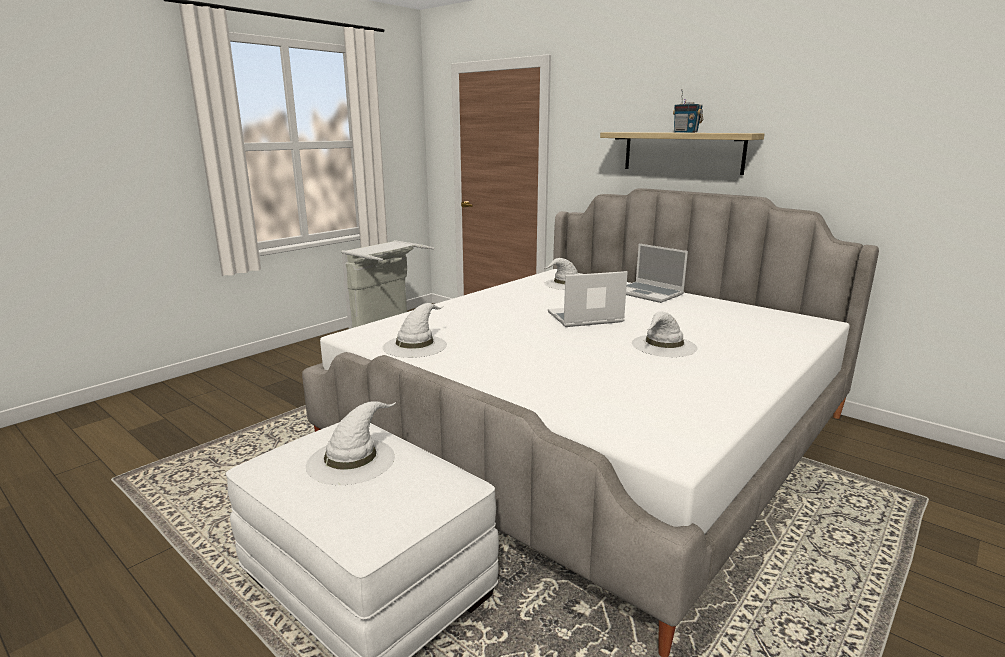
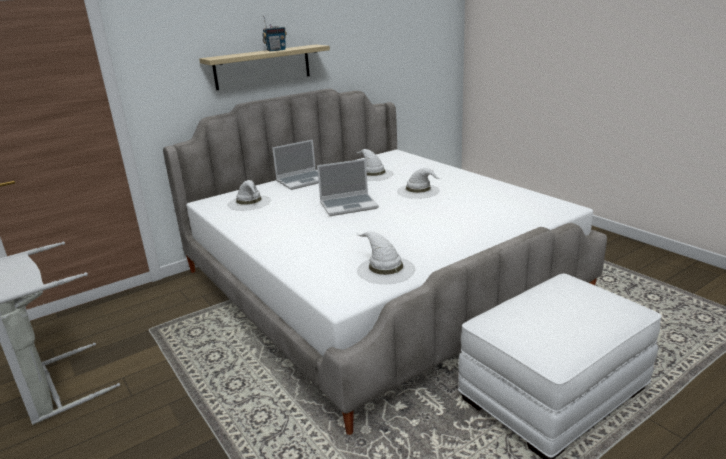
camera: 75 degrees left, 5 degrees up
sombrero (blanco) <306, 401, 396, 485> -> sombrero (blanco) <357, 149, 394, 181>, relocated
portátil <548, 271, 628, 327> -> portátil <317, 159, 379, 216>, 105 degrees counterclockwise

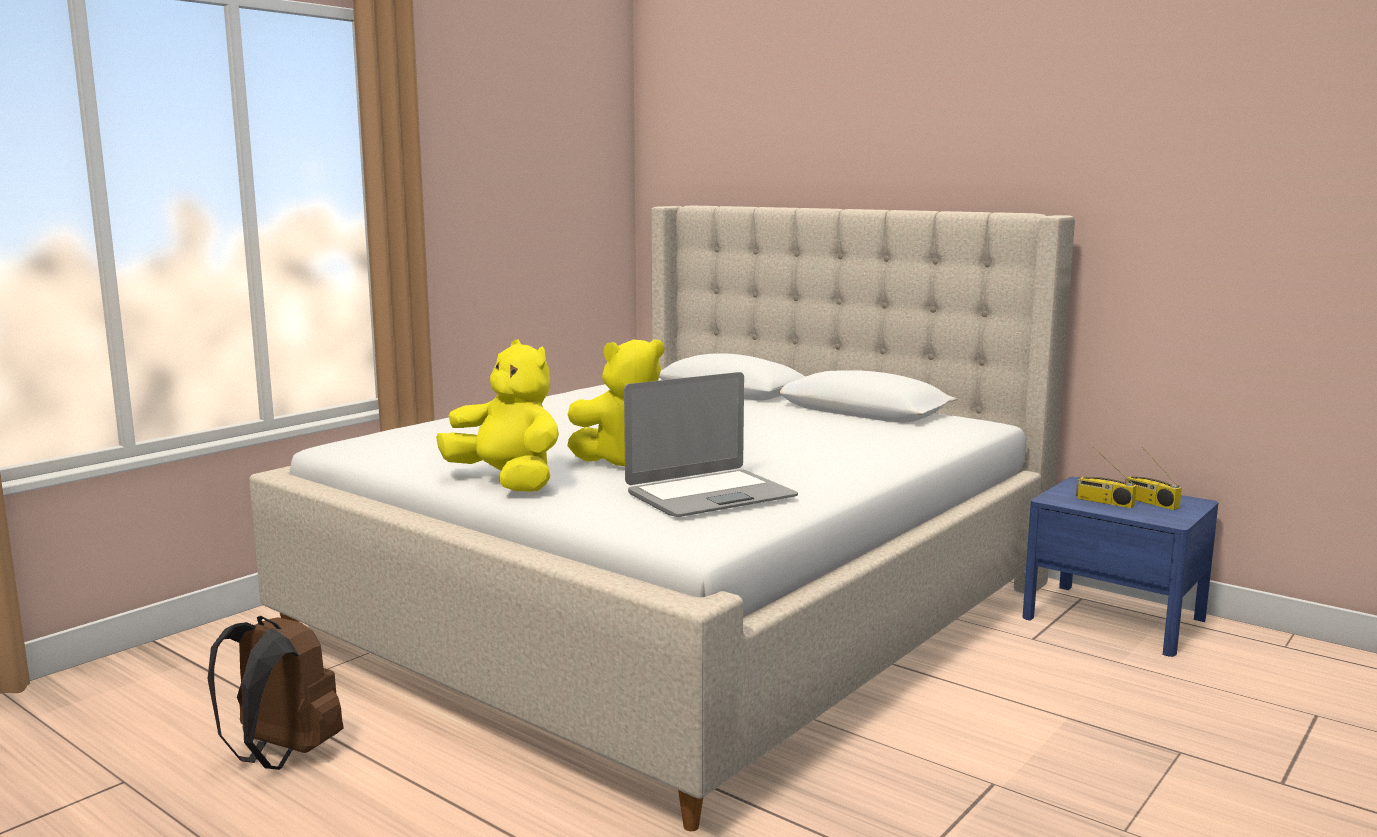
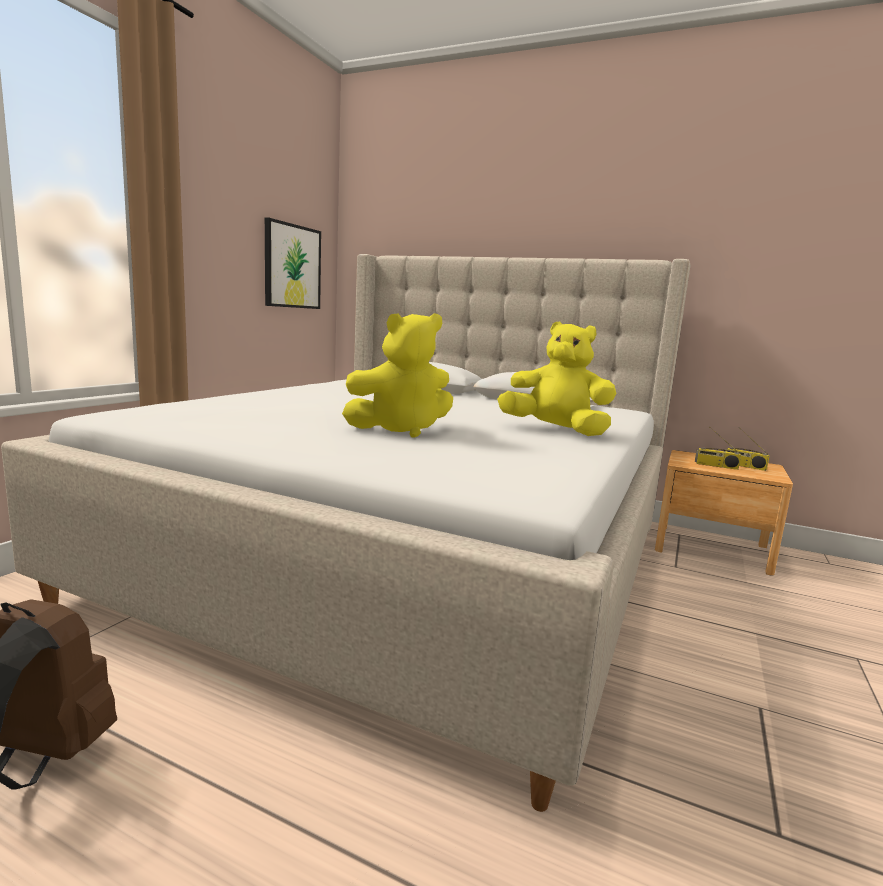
camera: 15 degrees left, 0 degrees up
peluche (amarillo) <436, 340, 559, 492> -> peluche (amarillo) <497, 321, 617, 436>, relocated
portátil <624, 372, 798, 517> -> none
mesita de noche (azul) <1022, 477, 1218, 657> -> mesita de noche (marrón) <655, 450, 793, 576>
none -> cuadro <265, 218, 321, 309>

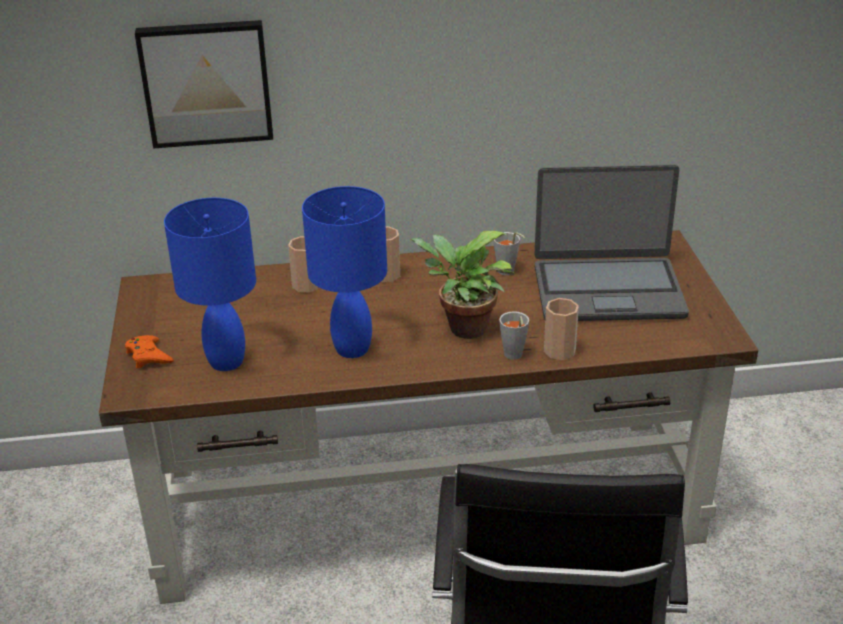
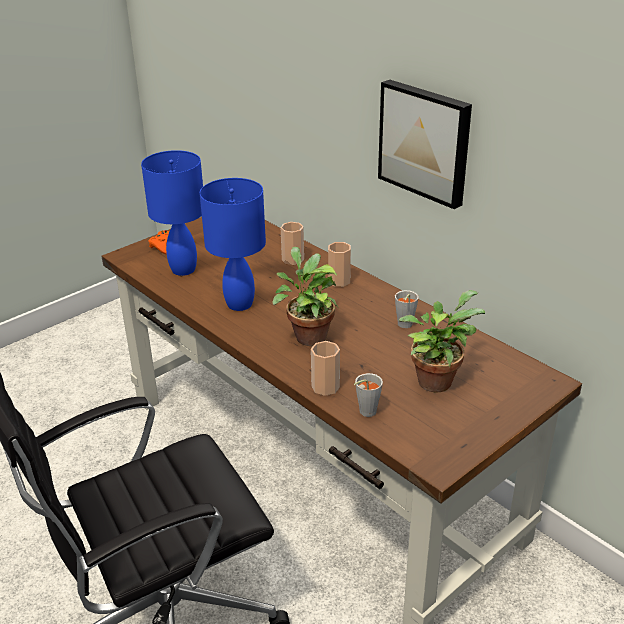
camera: 55 degrees right, 0 degrees up
cuadro <135, 20, 273, 148> -> cuadro <378, 79, 472, 209>, relocated
taza (gris) <499, 311, 529, 360> -> taza (gris) <354, 373, 383, 417>, relocated
portátil <534, 165, 689, 321> -> planta en maceta <399, 290, 485, 392>

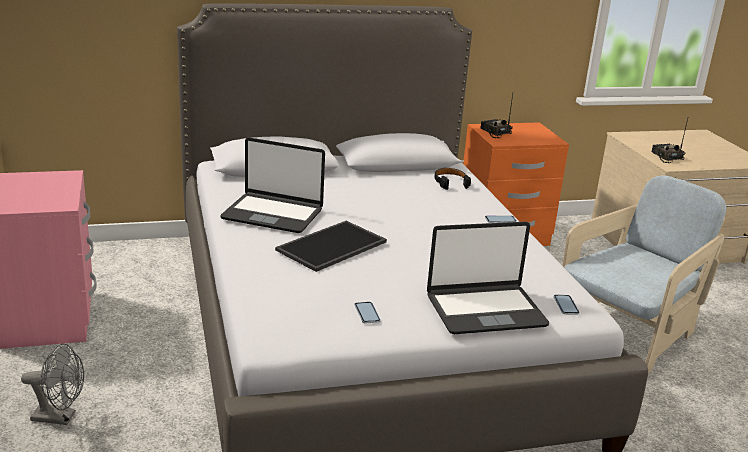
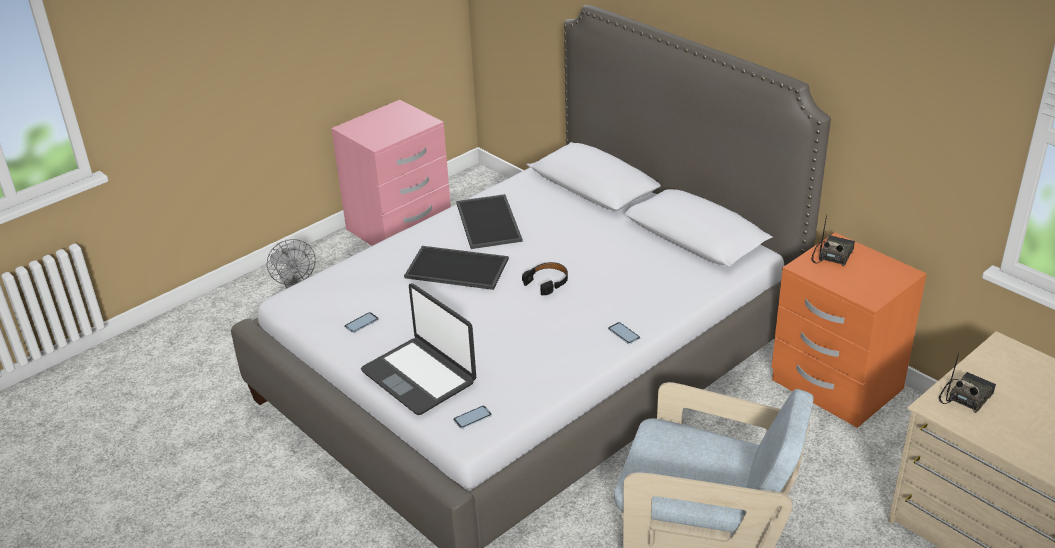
camera: 65 degrees right, 10 degrees up
portátil <220, 138, 325, 233> -> bandeja <456, 194, 523, 249>
auriculares (negro) <434, 168, 471, 190> -> auriculares (negro) <522, 262, 568, 296>, relocated

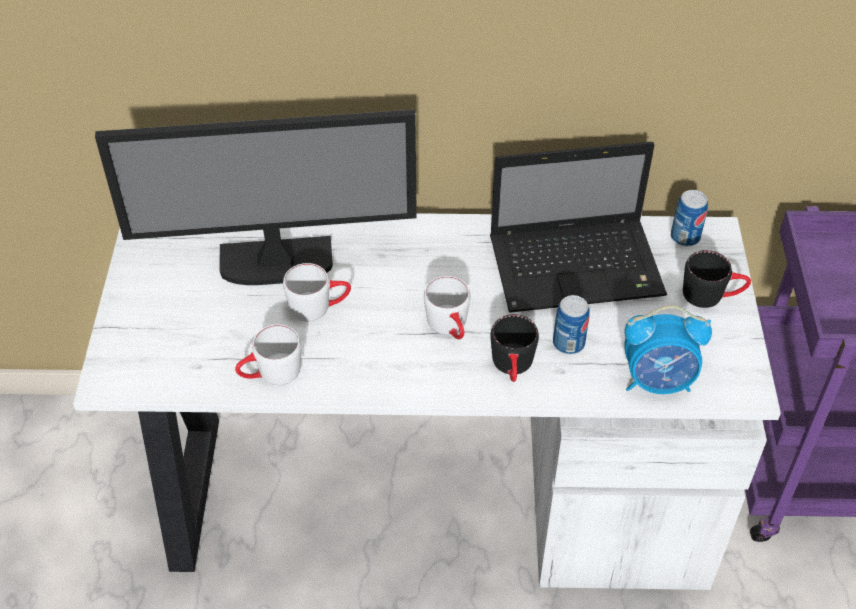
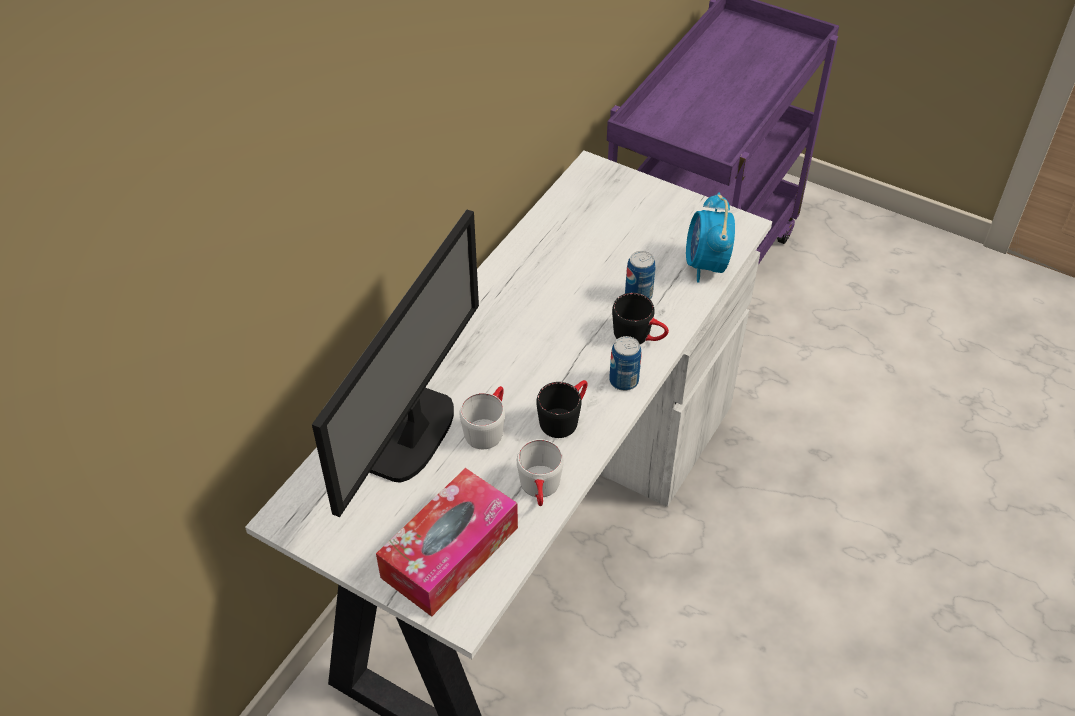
camera: 60 degrees left, 0 degrees up
taza grande (blanco) <424, 276, 471, 339> -> none
portátil <490, 142, 667, 313> -> none
despertador <624, 305, 712, 394> -> despertador <686, 193, 735, 282>, 150 degrees clockwise
lata <671, 190, 708, 246> -> lata <609, 336, 641, 391>, relocated
taza grande (negro) <683, 250, 751, 308> -> taza grande (negro) <536, 380, 588, 438>, relocated
none -> caja de pañuelos <376, 468, 518, 617>

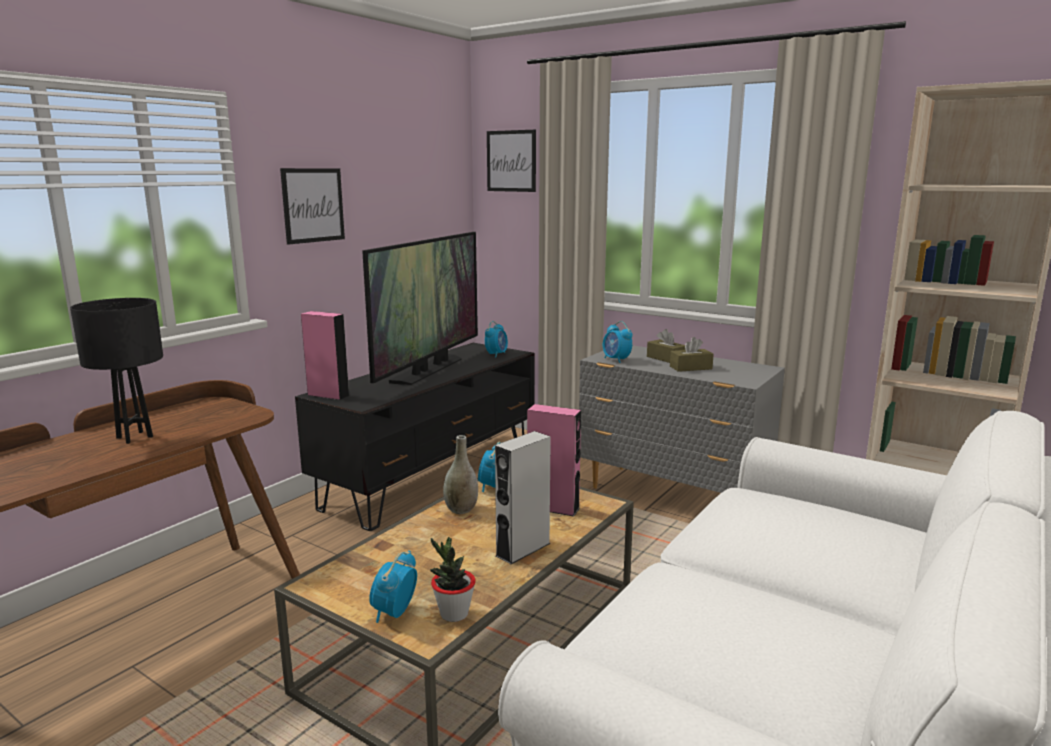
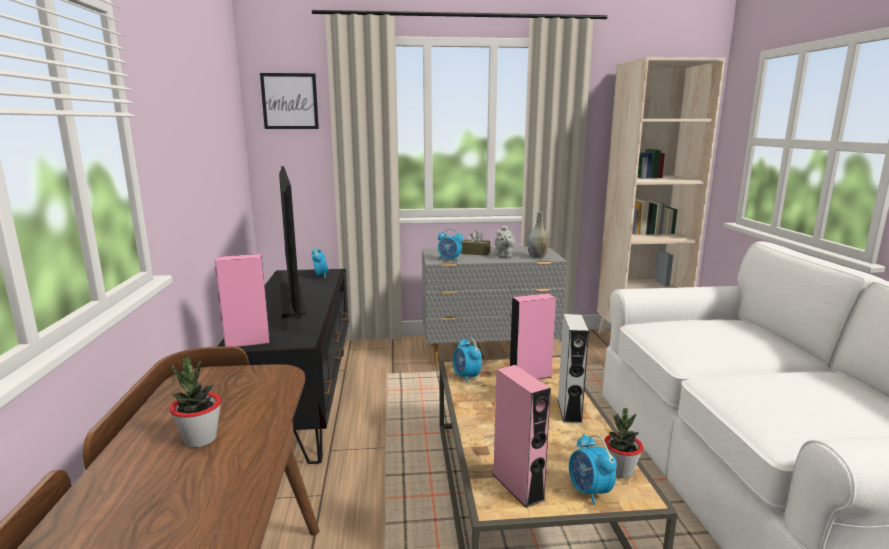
camera: 40 degrees left, 0 degrees up
lámpara de mesa (negro) <70, 298, 163, 444> -> planta en maceta <170, 357, 221, 448>
cuadro <280, 168, 345, 245> -> none
florero (gris) <443, 435, 478, 514> -> florero (gris) <528, 212, 548, 258>, relocated
caja de pañuelos (marrón) <670, 337, 714, 372> -> tetera (gris) <494, 225, 516, 258>
none -> altavoz (rosa) <492, 365, 551, 508>

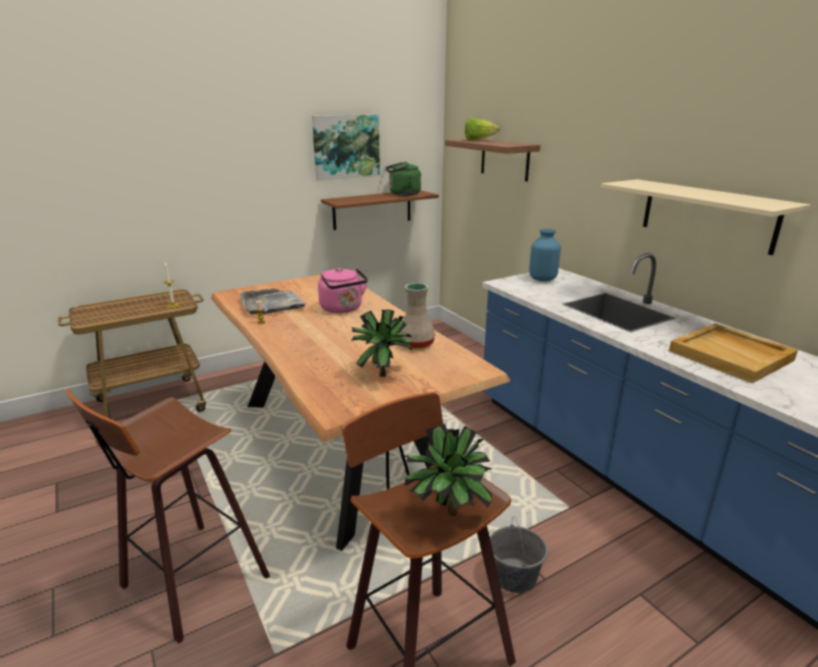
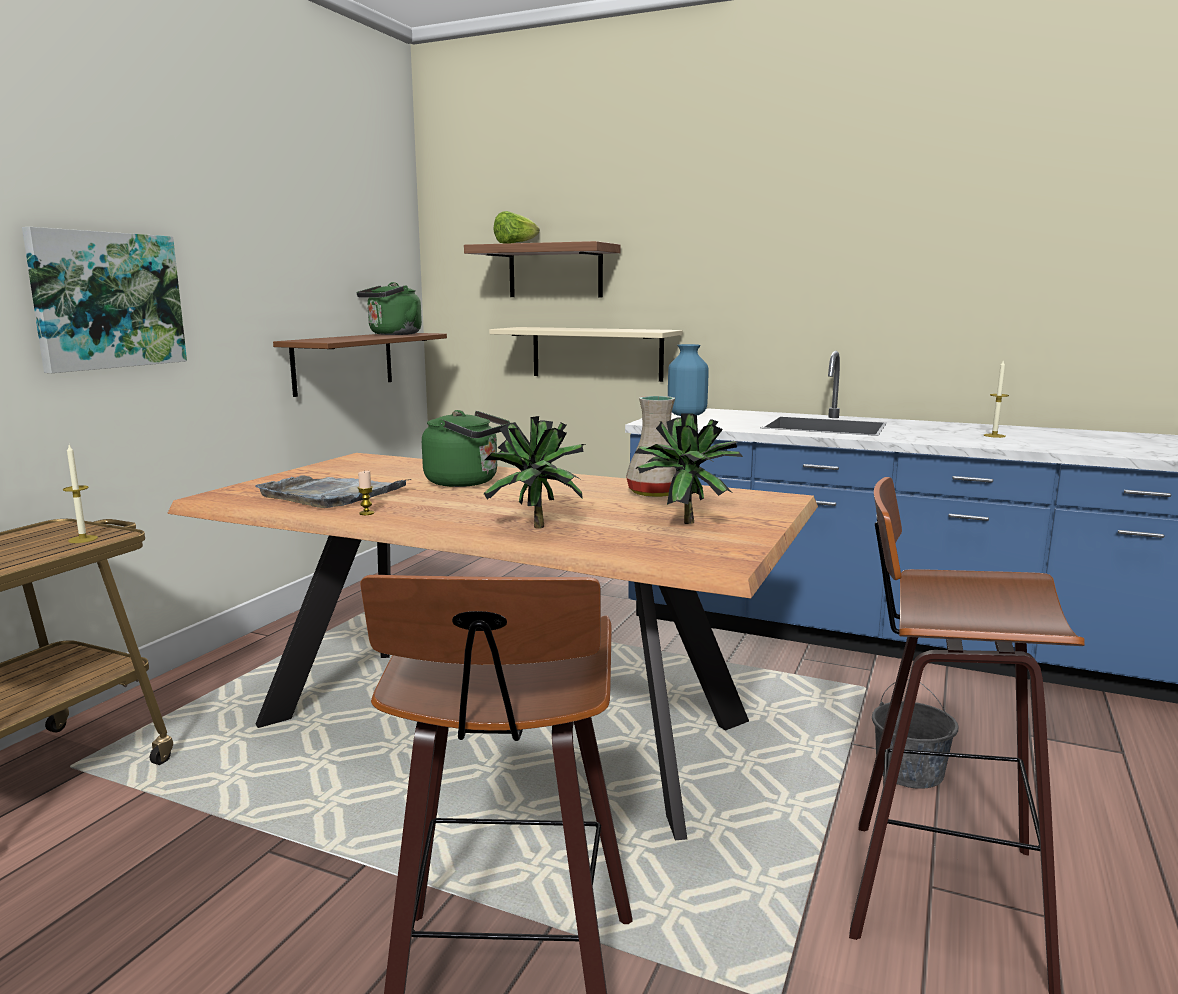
camera: 35 degrees left, 10 degrees down
cuadro <312, 114, 380, 181> -> cuadro <22, 227, 187, 373>, relocated
hervidor (rosa) <318, 268, 368, 313> -> hervidor (verde) <422, 410, 510, 487>
planta en maceta <404, 424, 492, 516> -> planta en maceta <484, 416, 585, 529>, relocated
estante (beis) <601, 179, 810, 255> -> estante (beis) <489, 327, 683, 382>, relocated
bandeja (beis) <669, 323, 798, 383> -> vela <984, 361, 1009, 438>

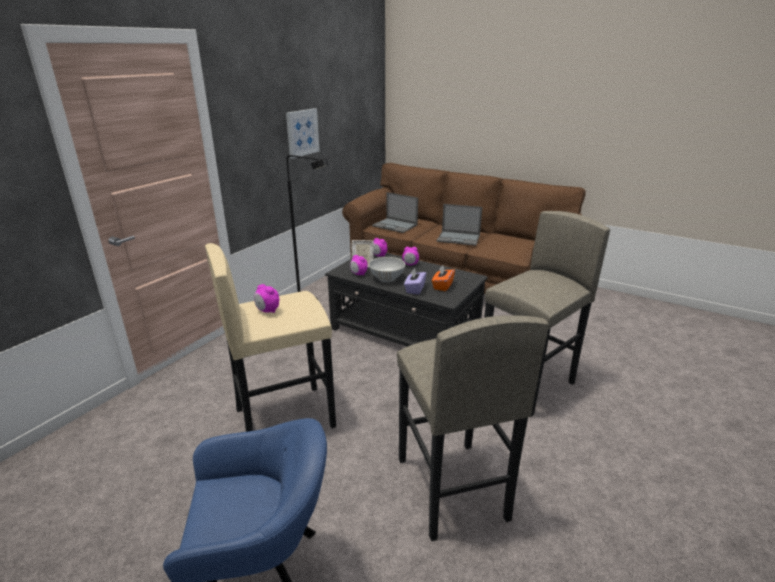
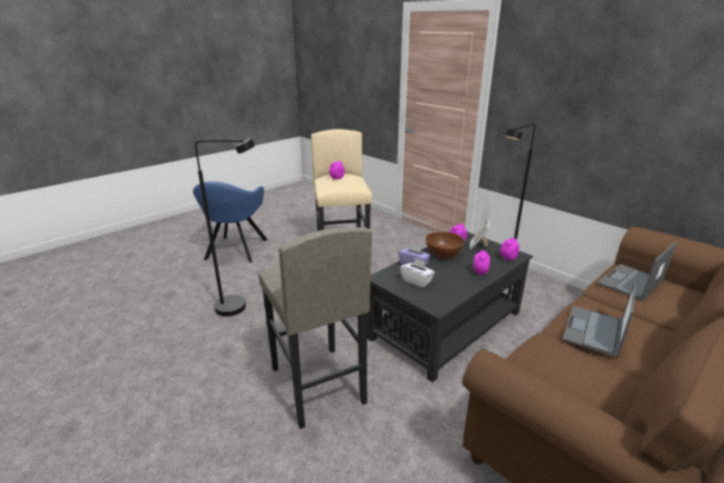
camera: 105 degrees right, 0 degrees up
cuadro <286, 108, 320, 159> -> none
cuenco (blanco) <369, 257, 405, 282> -> cuenco (marrón) <426, 232, 465, 259>
taburete (gris) <397, 315, 549, 541> -> lámpara de pie (negro) <195, 138, 255, 316>
caja de pañuelos (naranja) <432, 265, 455, 291> -> caja de pañuelos (blanco) <400, 258, 435, 288>

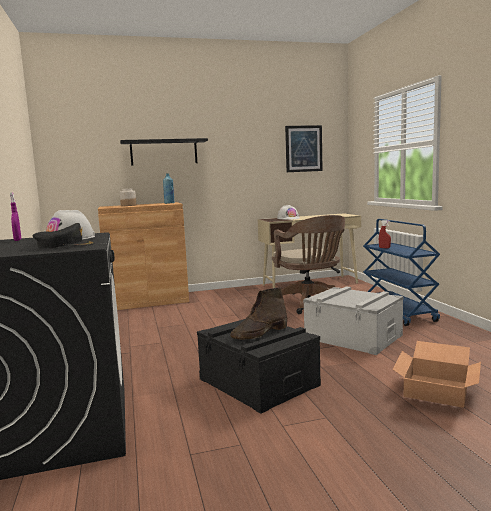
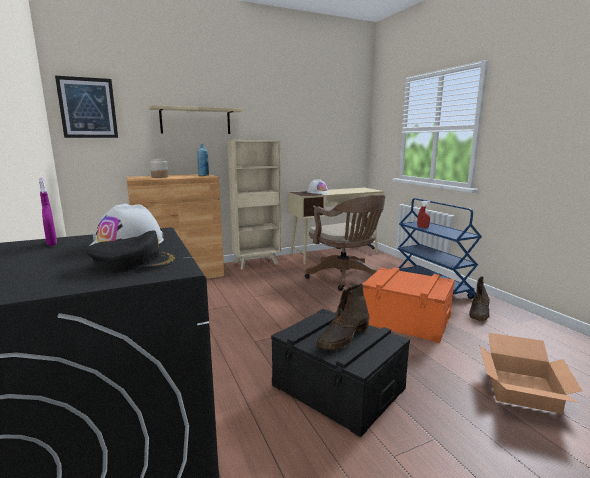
camera: 10 degrees left, 5 degrees up
estante (negro) <120, 138, 208, 165> -> estante (beis) <149, 105, 243, 134>
cuadro <285, 125, 323, 172> -> cuadro <55, 76, 118, 138>, relocated
caja de almacenaje (gris) <303, 286, 404, 355> -> caja de almacenaje (naranja) <362, 267, 455, 343>
none -> estantería (beis) <227, 140, 281, 270>
none -> bota (marrón) <469, 276, 490, 321>

